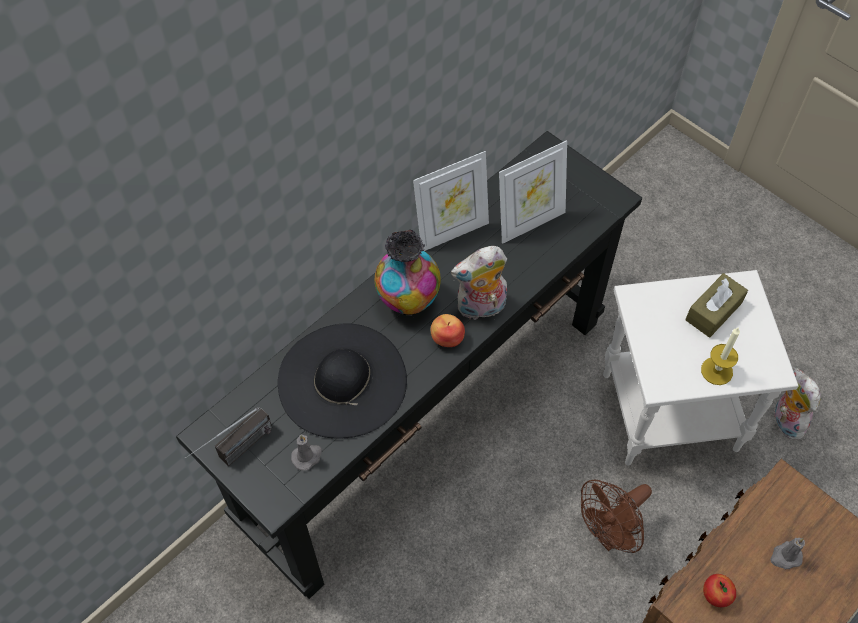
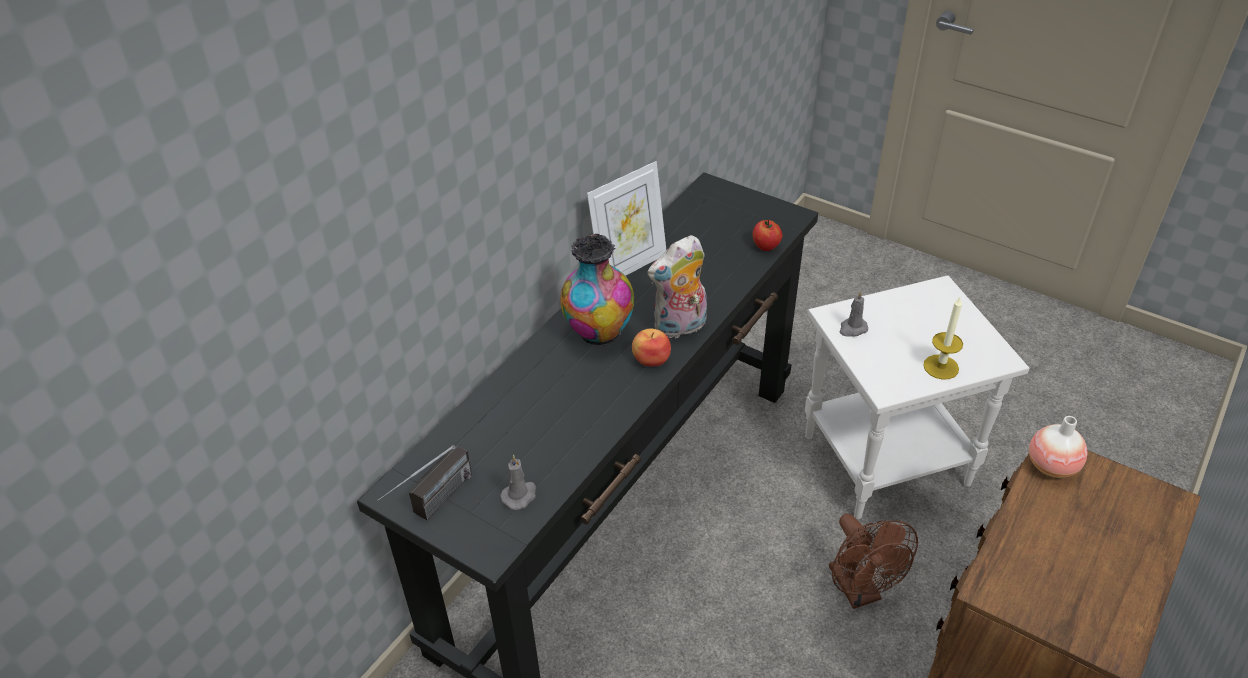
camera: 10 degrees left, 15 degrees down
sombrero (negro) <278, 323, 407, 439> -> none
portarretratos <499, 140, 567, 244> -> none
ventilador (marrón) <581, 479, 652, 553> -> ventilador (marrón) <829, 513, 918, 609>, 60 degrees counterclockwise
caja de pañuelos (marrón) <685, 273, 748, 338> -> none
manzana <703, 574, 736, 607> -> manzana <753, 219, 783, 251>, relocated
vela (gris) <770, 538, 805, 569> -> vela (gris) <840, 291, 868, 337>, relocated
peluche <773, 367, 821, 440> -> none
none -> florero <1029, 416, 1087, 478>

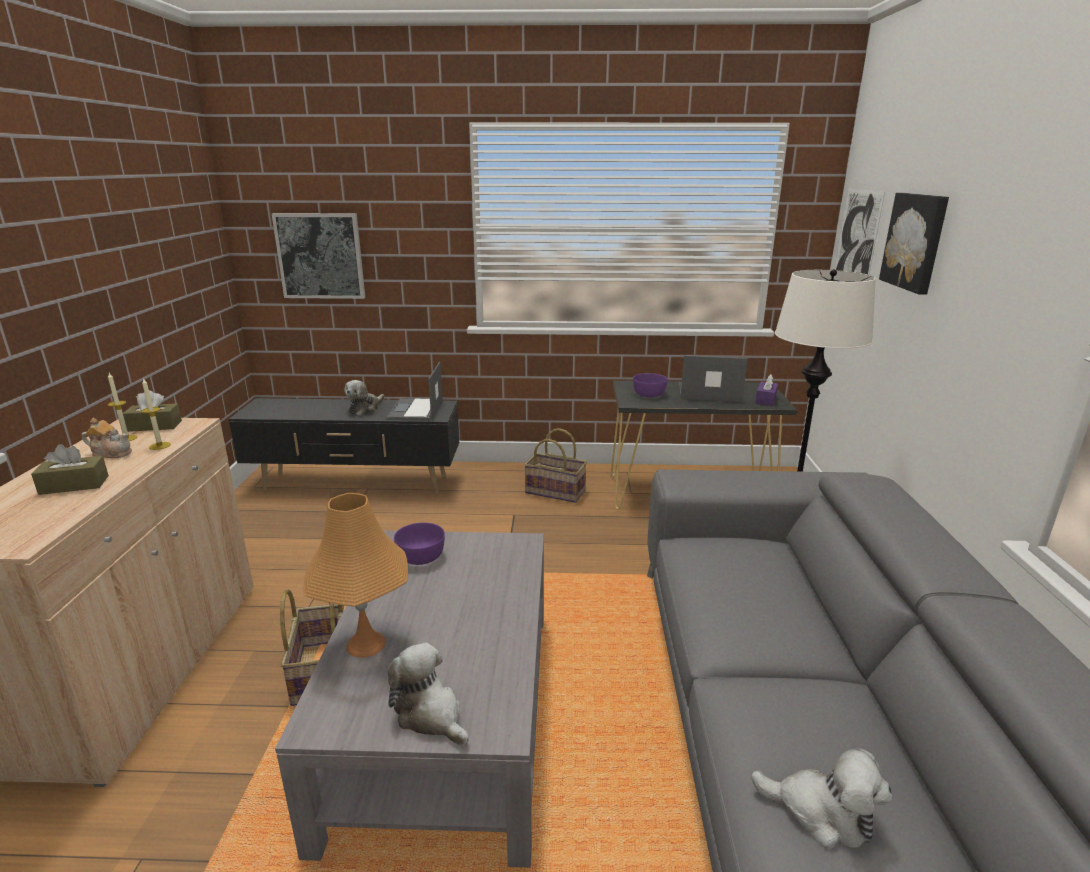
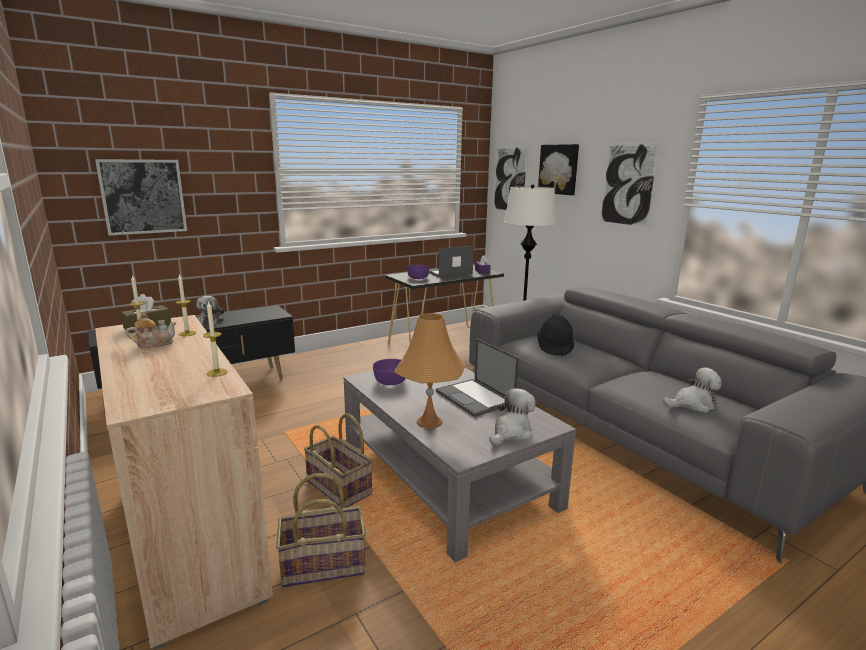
camera: 35 degrees left, 5 degrees down
caja de pañuelos (marrón) <31, 444, 109, 495> -> none
portátil <386, 362, 443, 421> -> portátil <436, 339, 519, 417>, relocated
peluche <388, 643, 469, 745> -> peluche <490, 388, 536, 445>, 120 degrees clockwise
cesta <524, 428, 587, 503> -> cesta <276, 473, 366, 587>, relocated
none -> vela <203, 301, 228, 377>
none -> sombrero (negro) <537, 314, 574, 356>
none -> cuadro <599, 142, 660, 229>

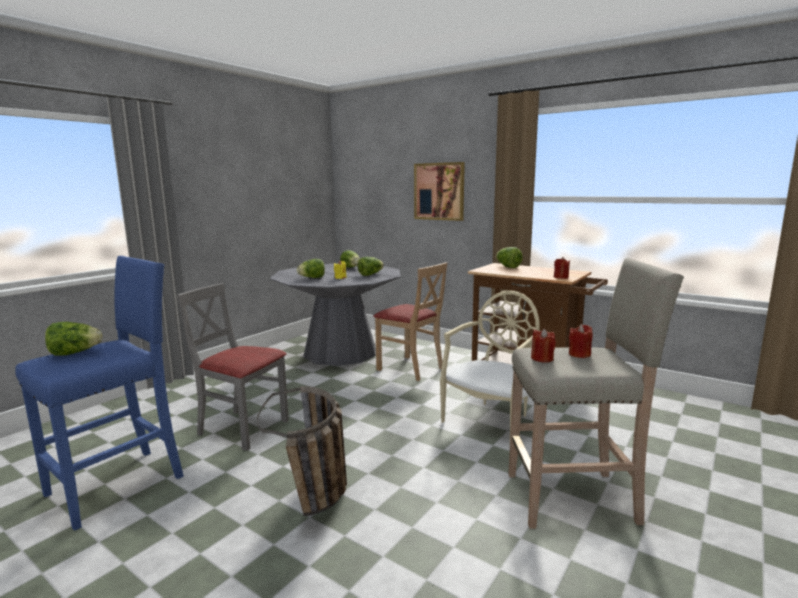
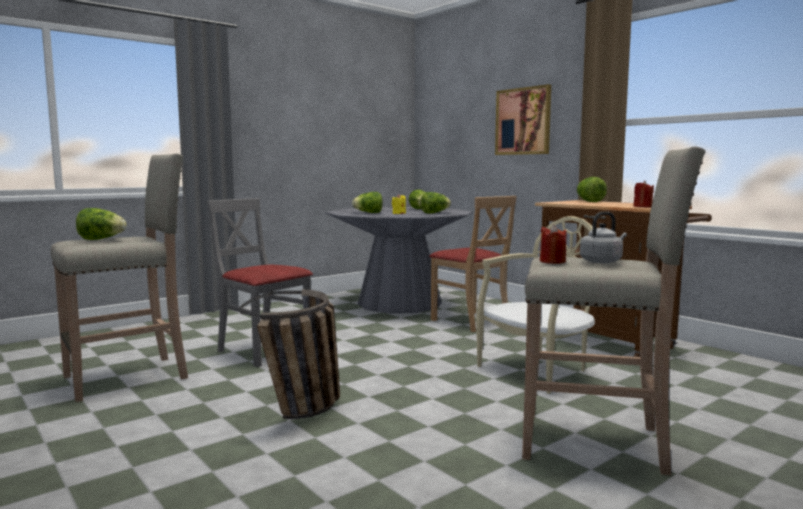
camera: 15 degrees right, 5 degrees down
taburete (azul) <15, 256, 184, 531> -> taburete (beis) <50, 153, 188, 402>
vela (rojo) <569, 324, 593, 358> -> hervidor (gris) <580, 212, 627, 263>

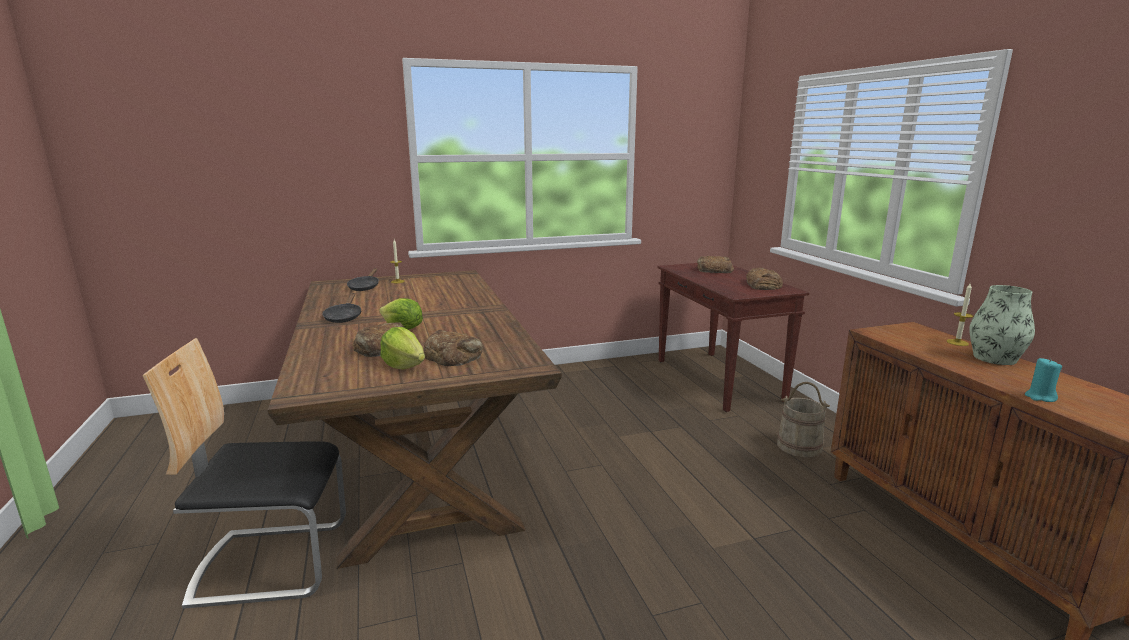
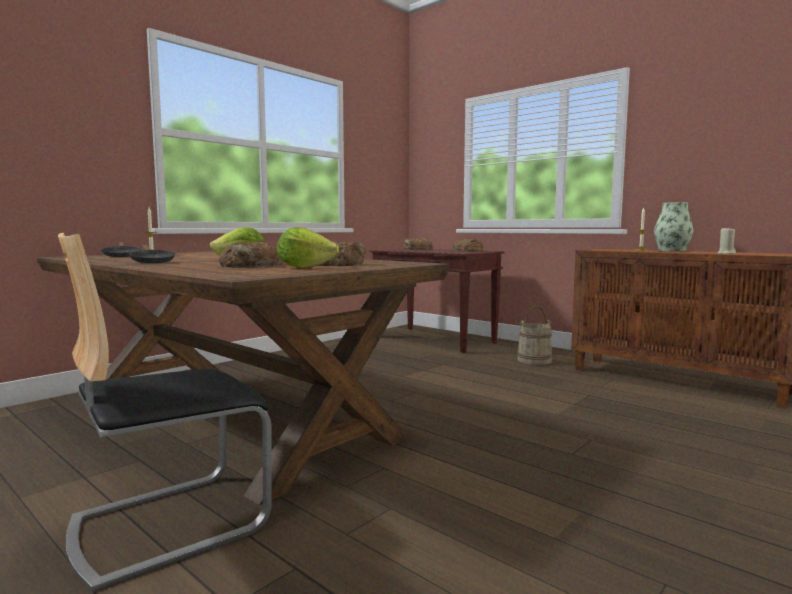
camera: 30 degrees left, 10 degrees down
vela (turquesa) <1025, 358, 1062, 402> -> vela (beis) <717, 227, 736, 254>

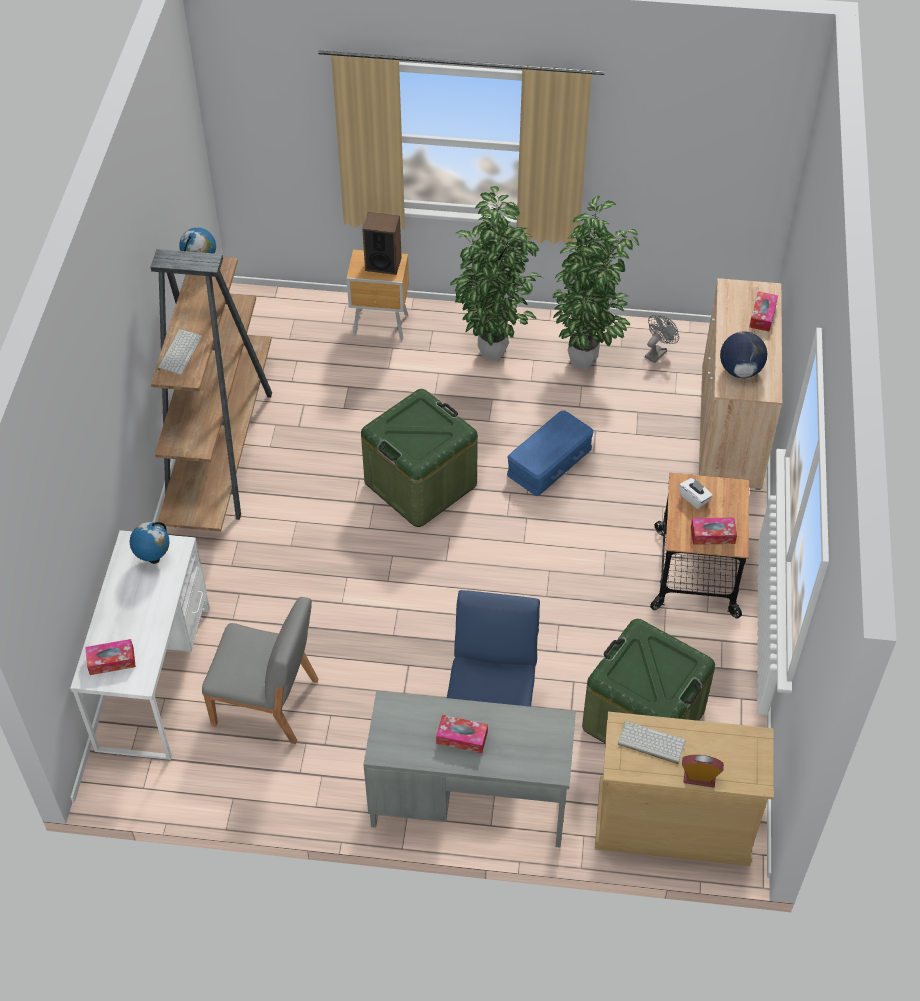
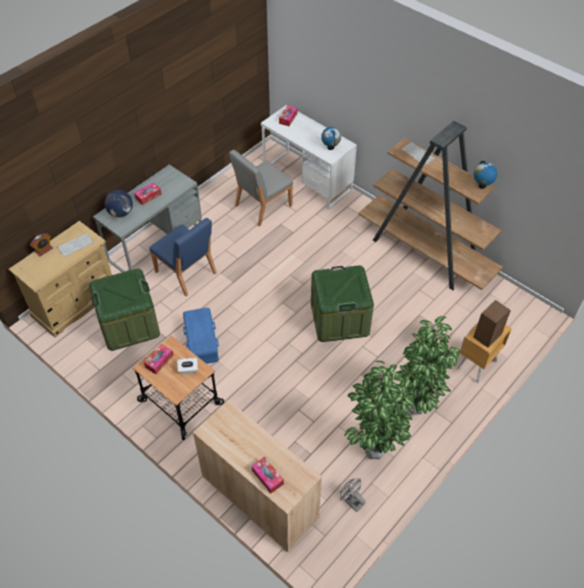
camera: 125 degrees right, 0 degrees up
caja de almacenaje (azul) <507, 410, 594, 496> -> caja de almacenaje (azul) <183, 308, 219, 364>, relocated
ventilador (gris) <645, 315, 679, 363> -> ventilador (gris) <340, 479, 366, 512>, 150 degrees clockwise
globo terráqueo <720, 331, 767, 378> -> globo terráqueo <105, 190, 133, 218>, relocated

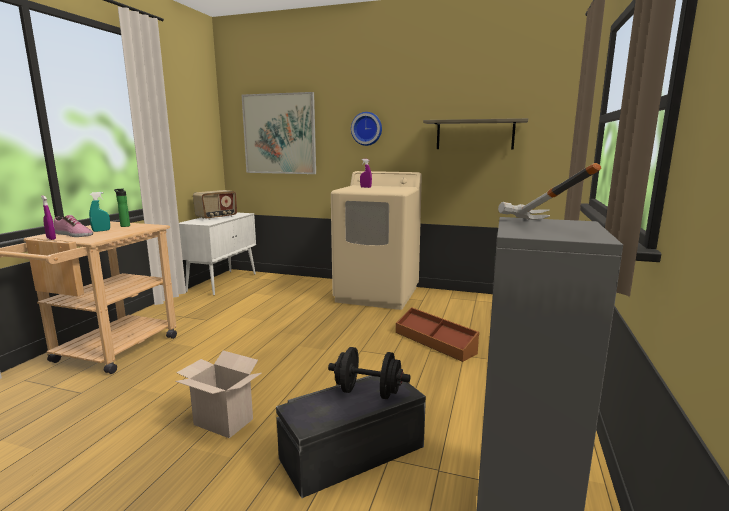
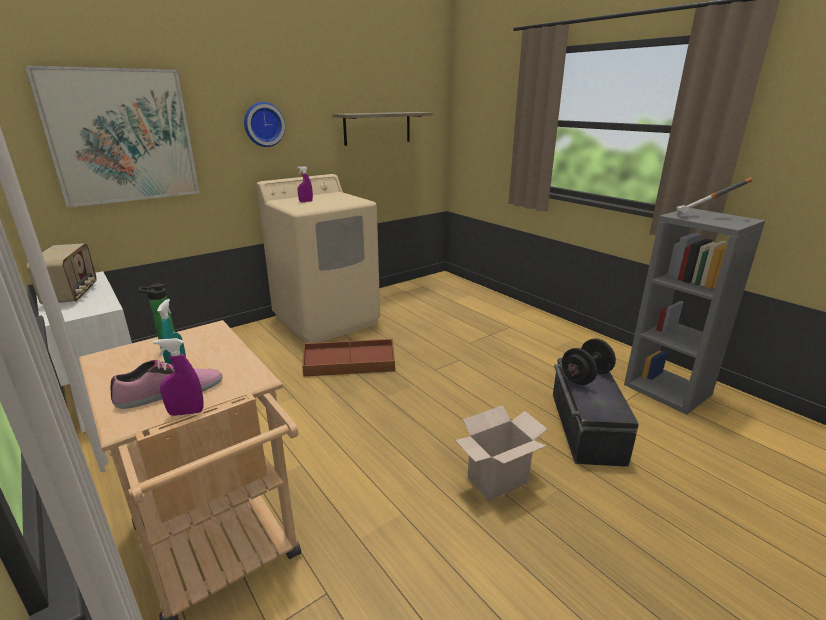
camera: 55 degrees left, 10 degrees up
caja de almacenaje (marrón) <396, 307, 479, 362> -> caja de almacenaje (marrón) <302, 339, 395, 376>, relocated

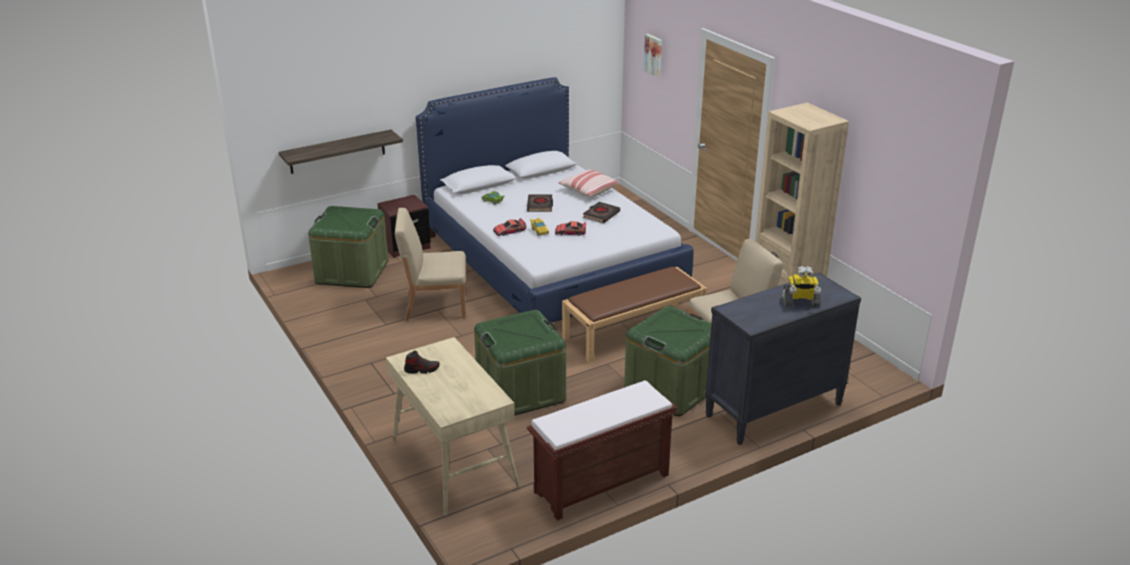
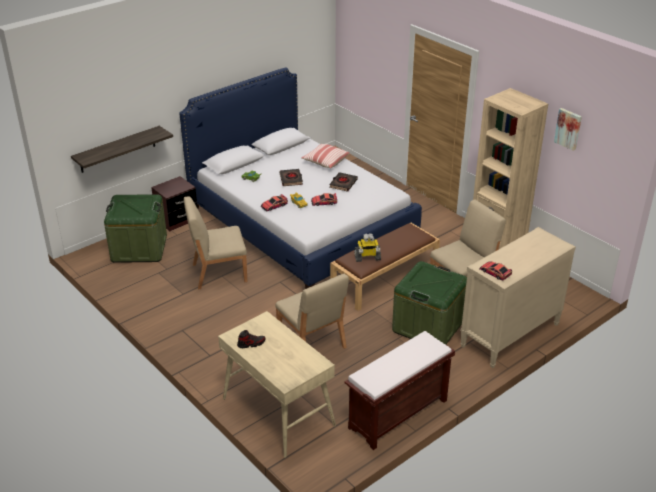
camera: 10 degrees left, 5 degrees up
caja de almacenaje (verde) <474, 310, 566, 415> -> silla (beis) <275, 274, 349, 349>
cuadro <644, 34, 662, 77> -> cuadro <554, 108, 582, 151>, relocated
cómoda (negro) <705, 272, 861, 445> -> cómoda (beis) <460, 227, 576, 368>
robot de juguete <782, 266, 821, 307> -> robot de juguete <354, 233, 381, 262>, relocated
none -> coche de juguete <479, 261, 512, 280>

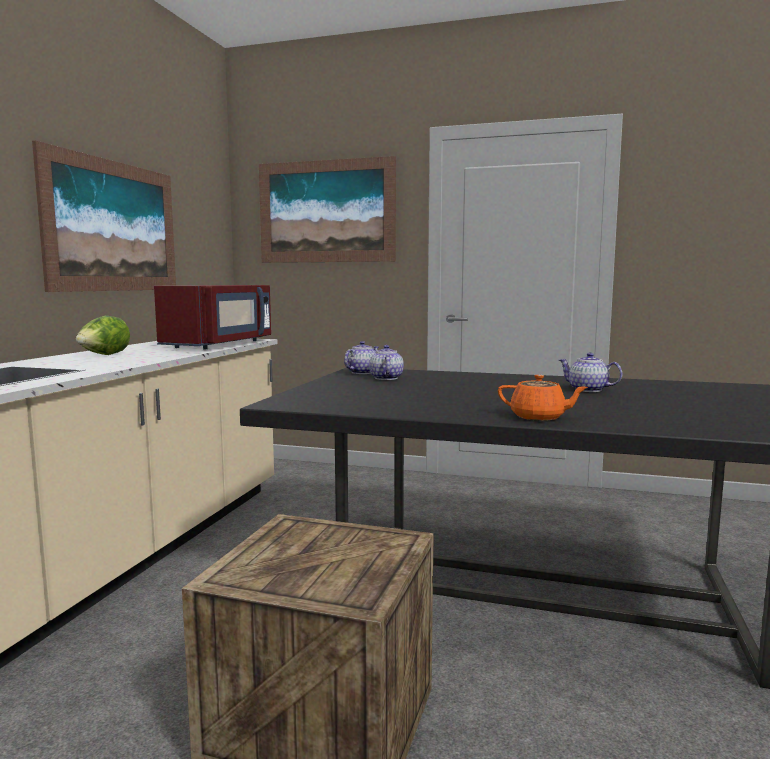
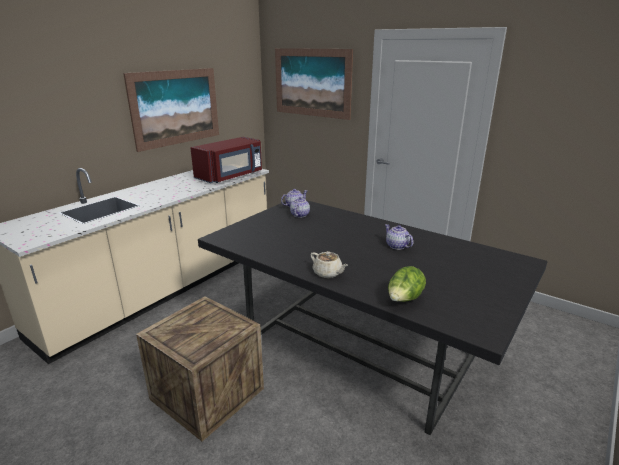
camera: 20 degrees right, 15 degrees up
lechuga <76, 316, 130, 355> -> lechuga <388, 266, 426, 302>, relocated
tetera (naranja) <498, 375, 588, 421> -> tetera (beis) <311, 251, 348, 278>

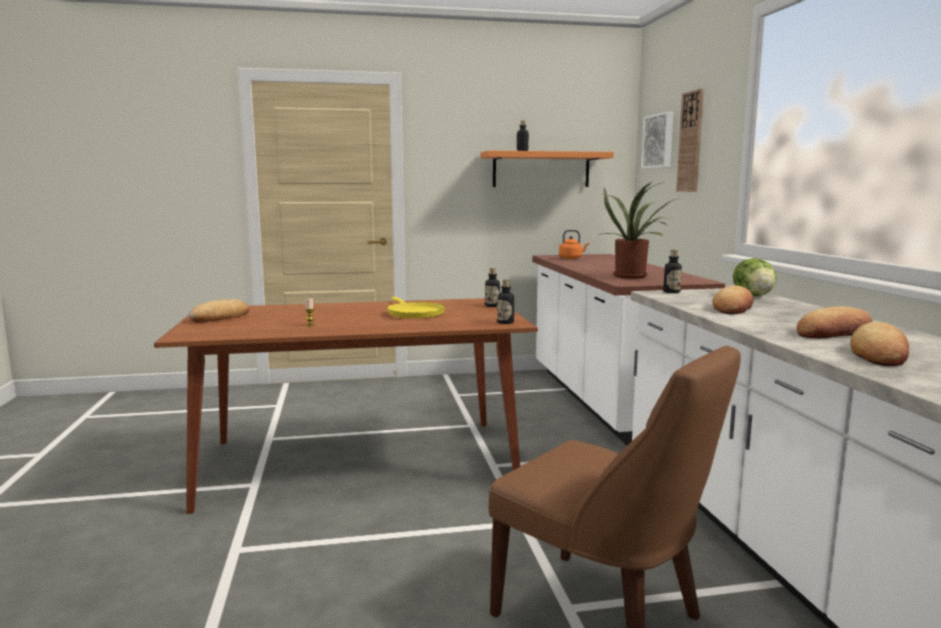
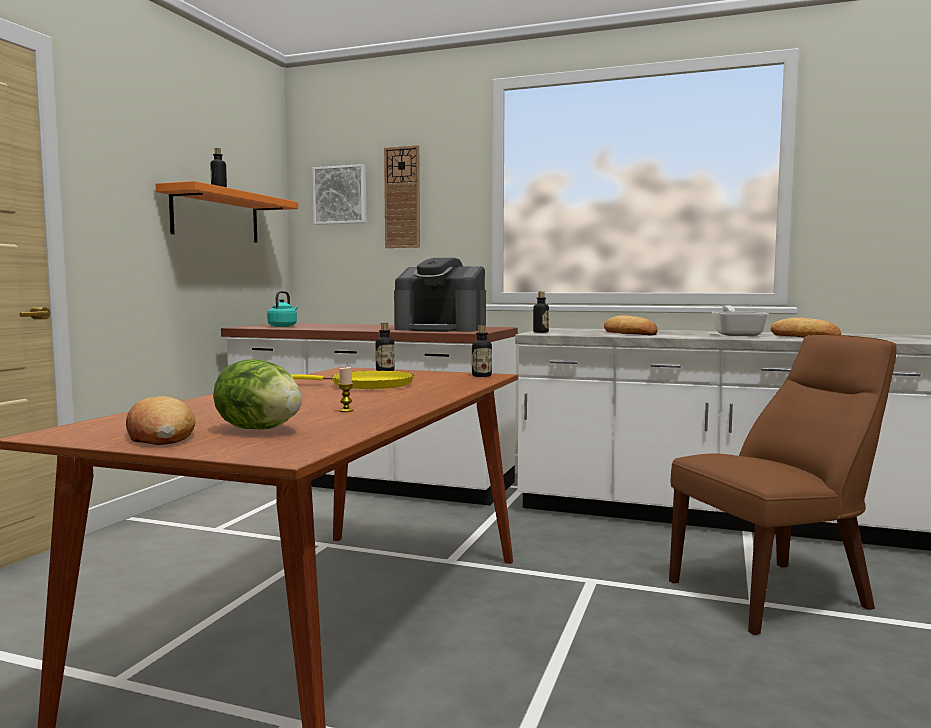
camera: 60 degrees left, 5 degrees down
hervidor (naranja) <559, 230, 589, 259> -> hervidor (turquesa) <267, 291, 298, 327>
planta en maceta <596, 181, 679, 279> -> cafetera <394, 258, 486, 332>
lechuga <733, 258, 777, 296> -> lechuga <213, 359, 302, 429>, relocated
pan <797, 306, 873, 338> -> sartén <712, 305, 769, 336>

